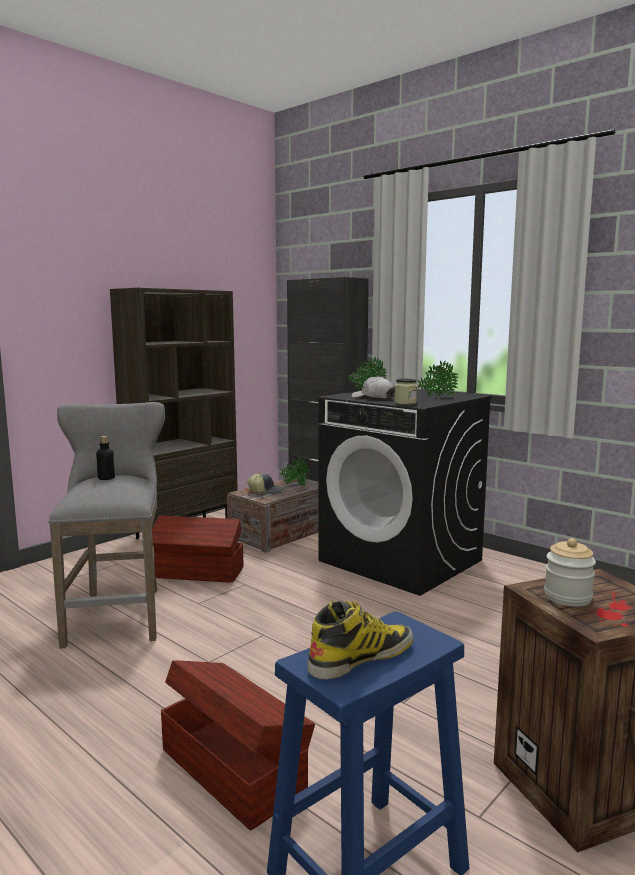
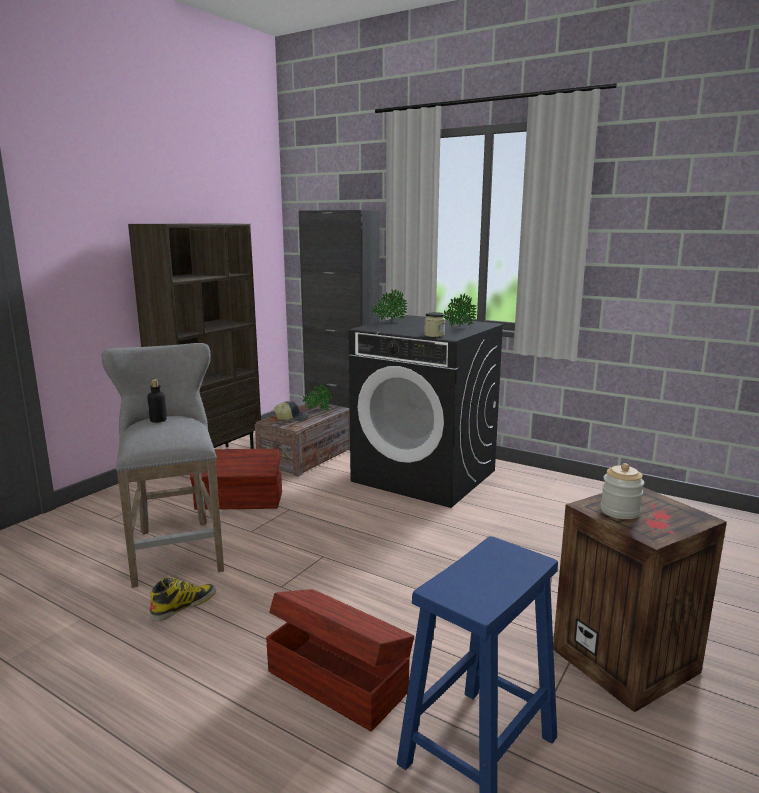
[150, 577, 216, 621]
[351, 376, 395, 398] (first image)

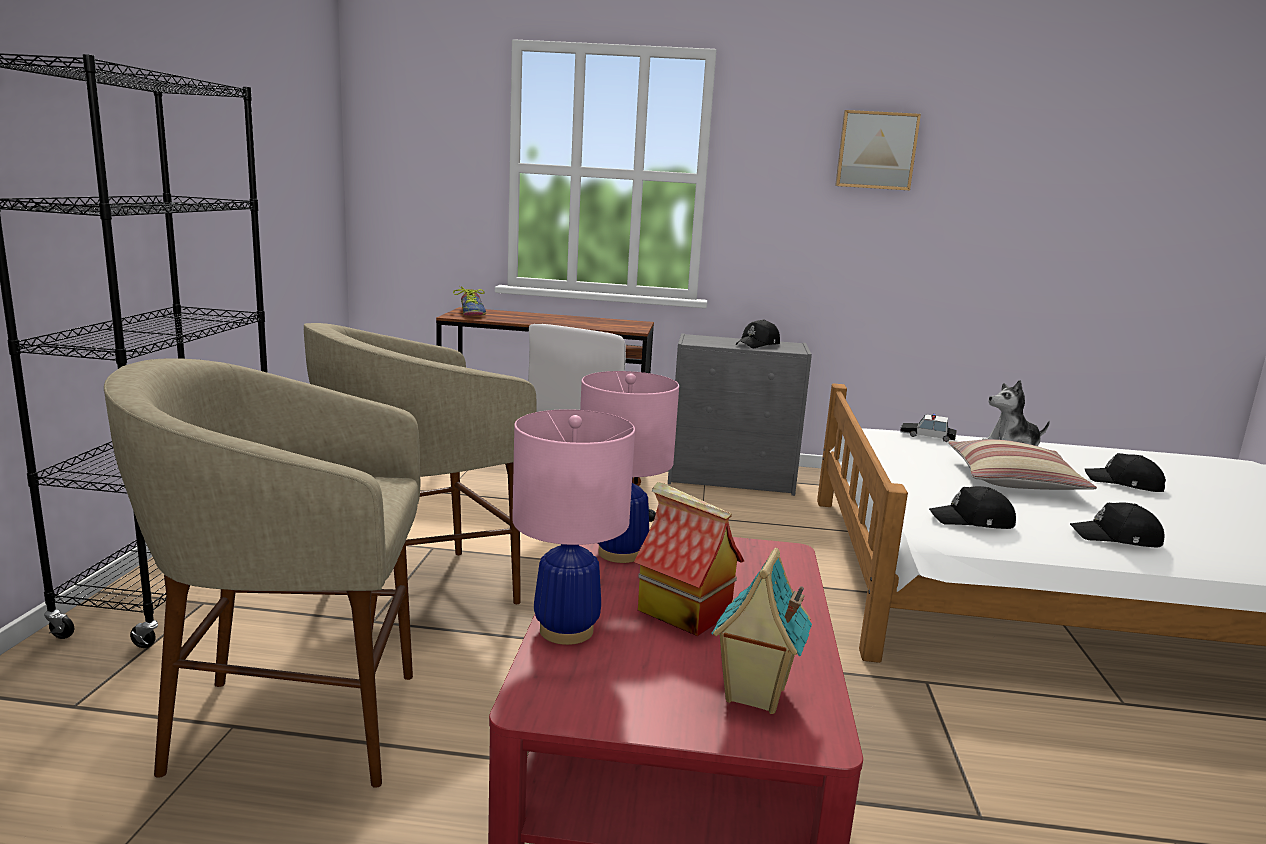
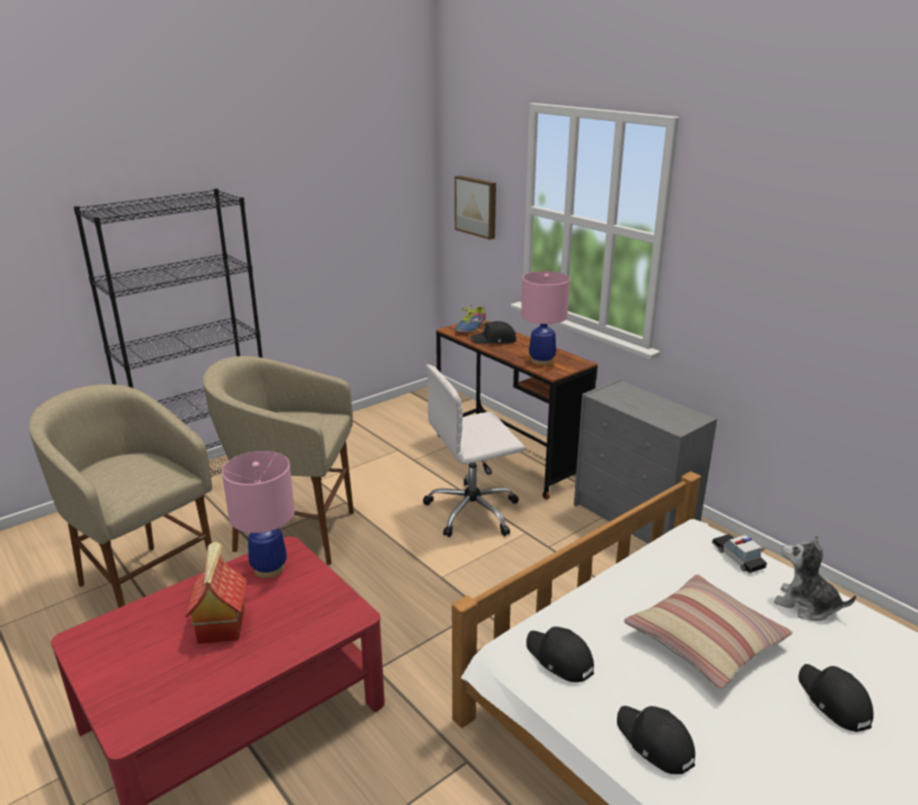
[521, 271, 570, 365]
[711, 548, 812, 714] (first image)
[470, 321, 516, 344]
[455, 175, 496, 240]

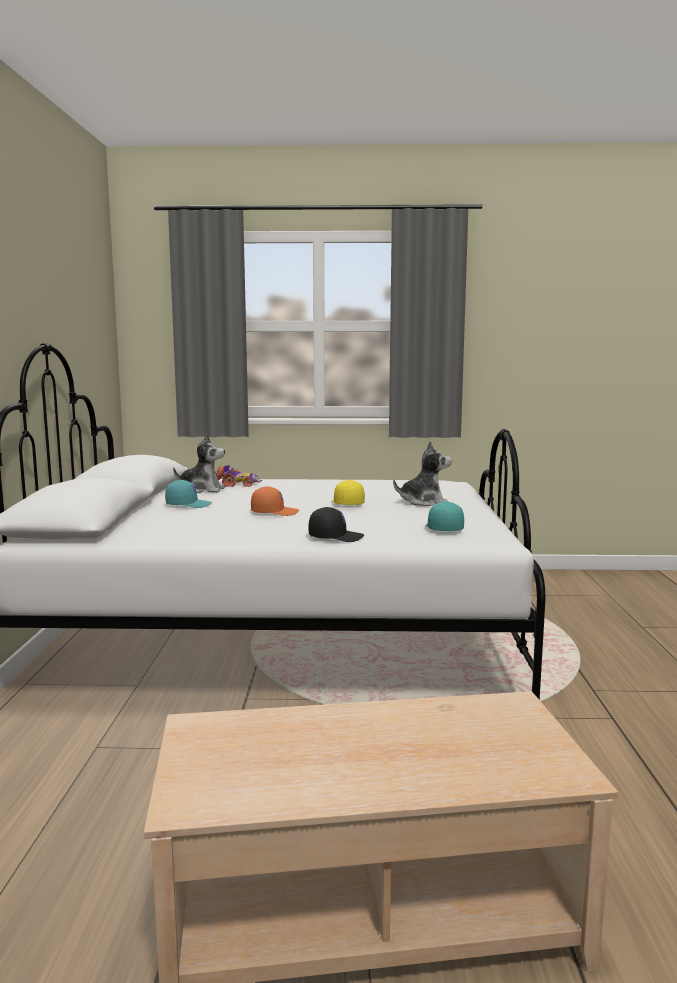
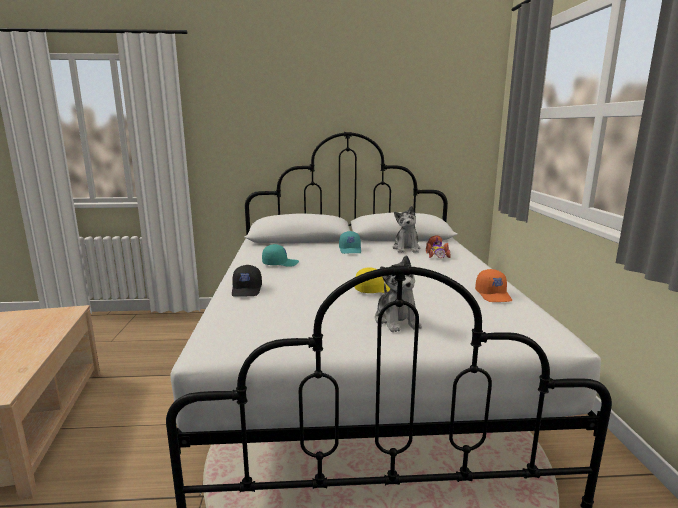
[475, 269, 512, 302]
[262, 244, 299, 267]

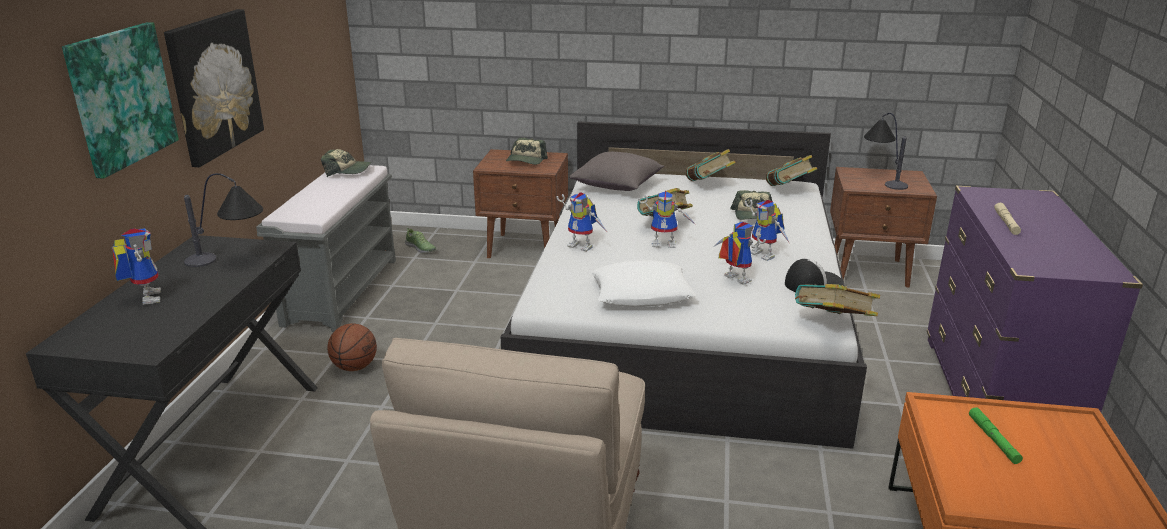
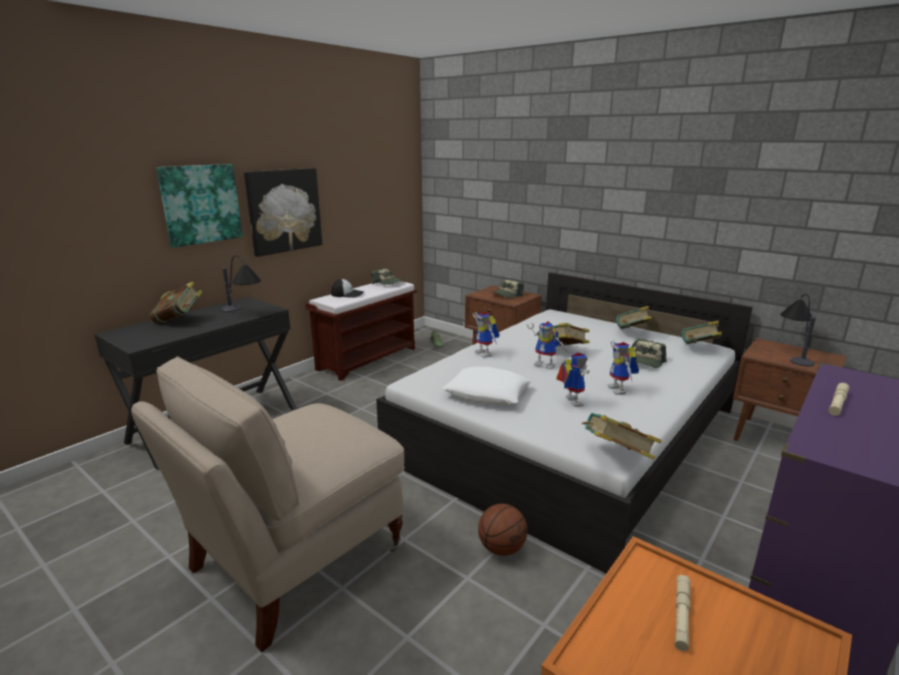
[149, 282, 202, 324]
[305, 281, 418, 381]
[478, 504, 527, 556]
[569, 152, 664, 191] (first image)
[331, 279, 364, 298]
[675, 575, 690, 651]

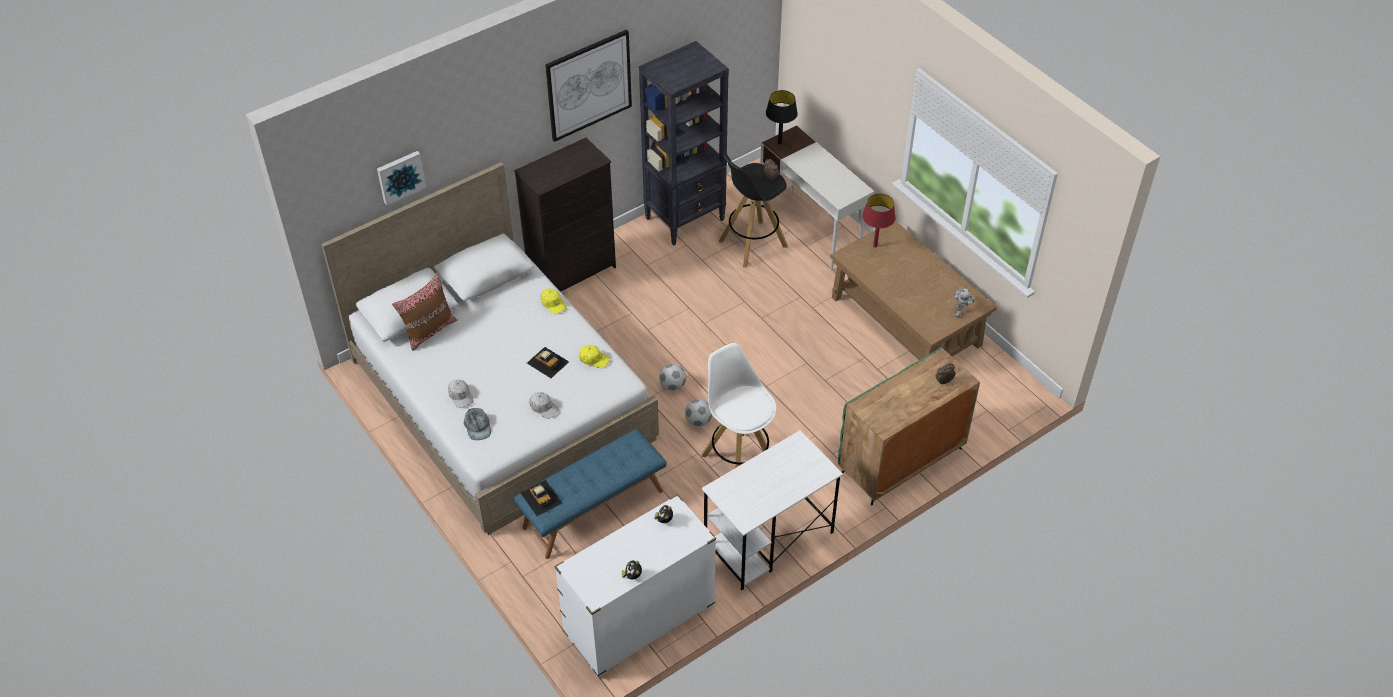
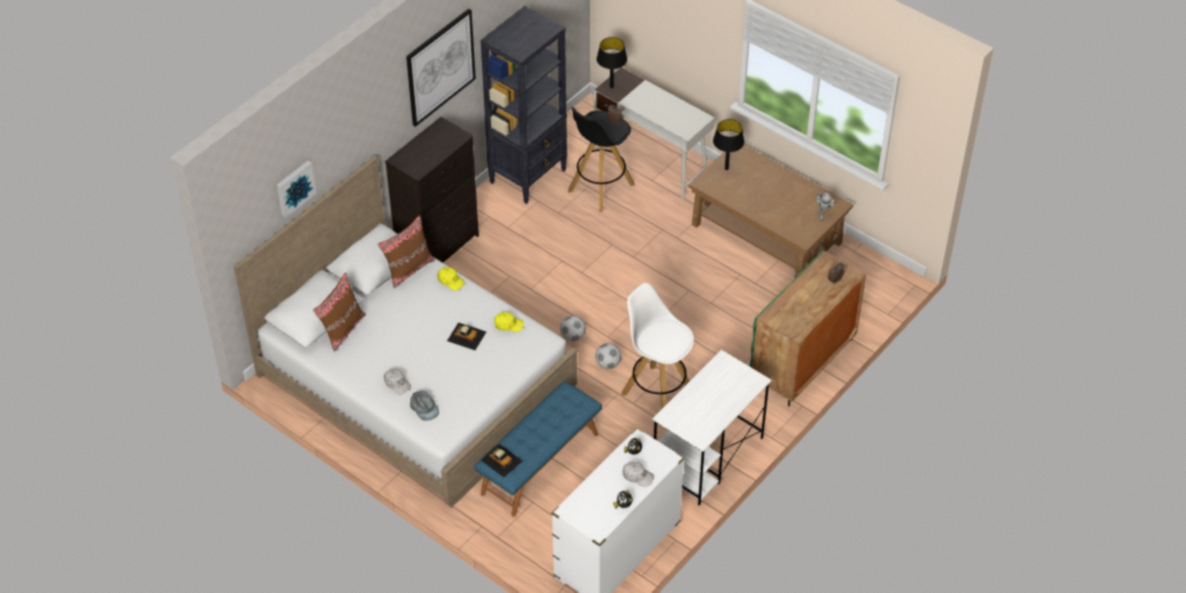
[622, 461, 654, 487]
[713, 119, 744, 170]
[378, 215, 435, 288]

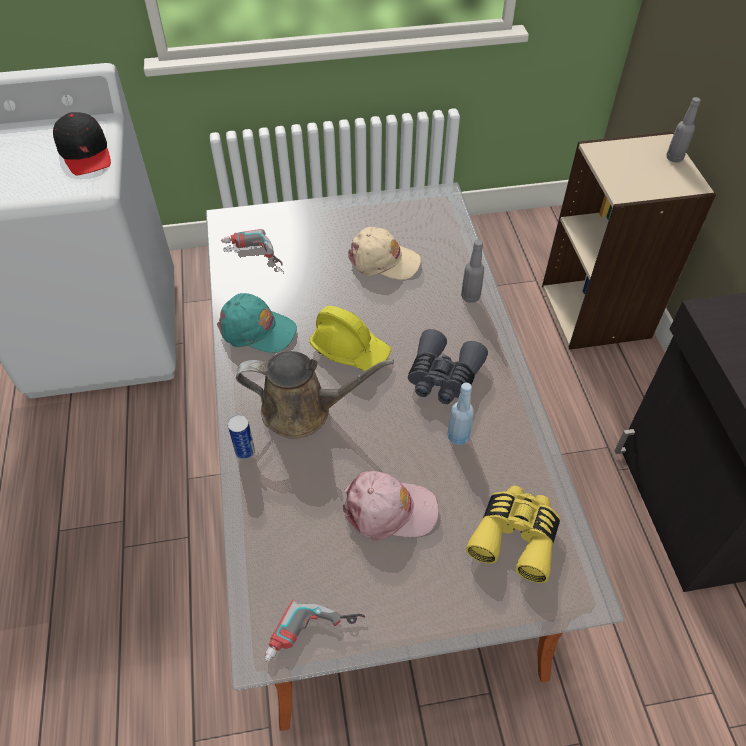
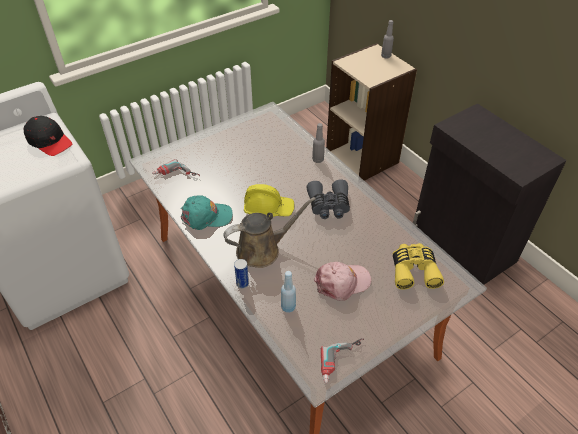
[348, 227, 421, 280] (first image)
[281, 271, 296, 313]

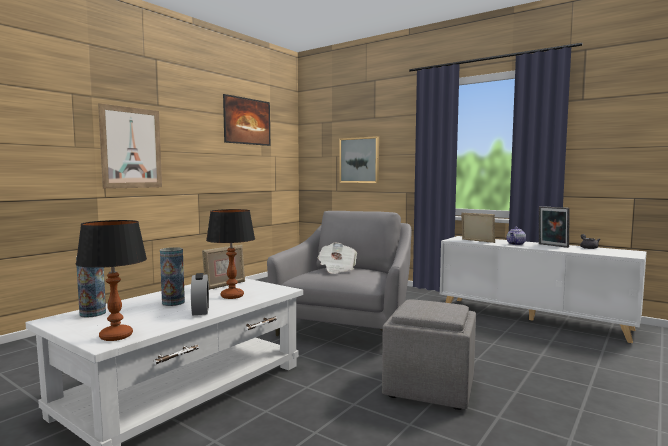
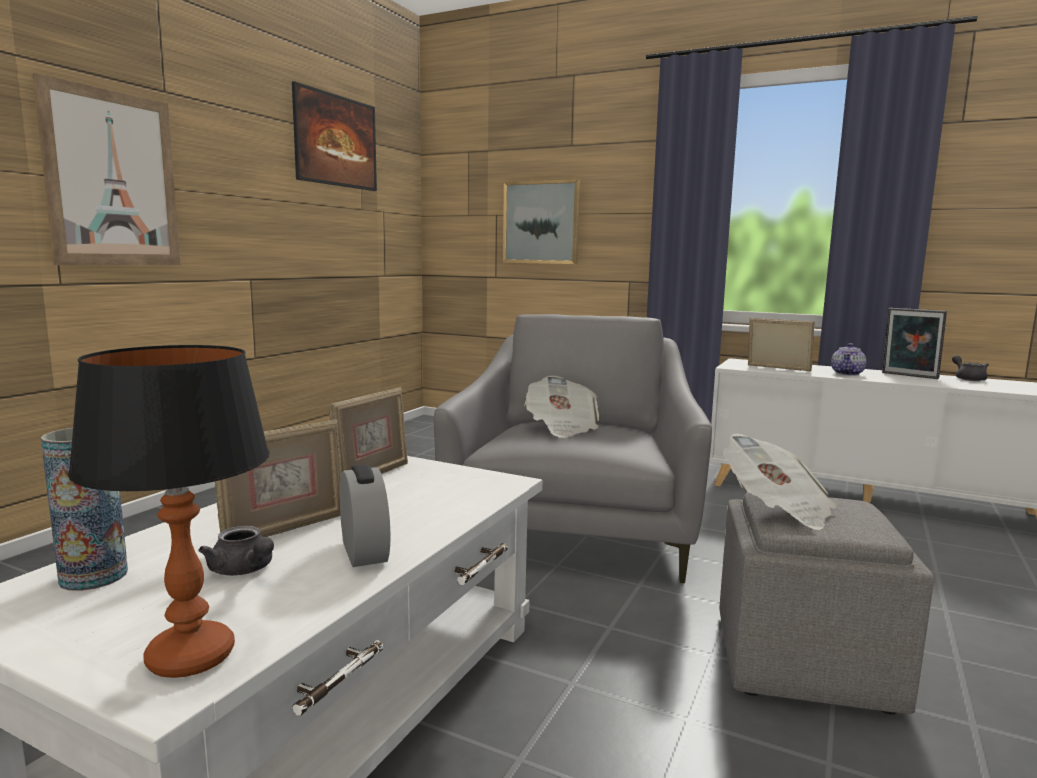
[215, 418, 341, 537]
[206, 209, 255, 299] (first image)
[198, 526, 274, 576]
[723, 434, 837, 530]

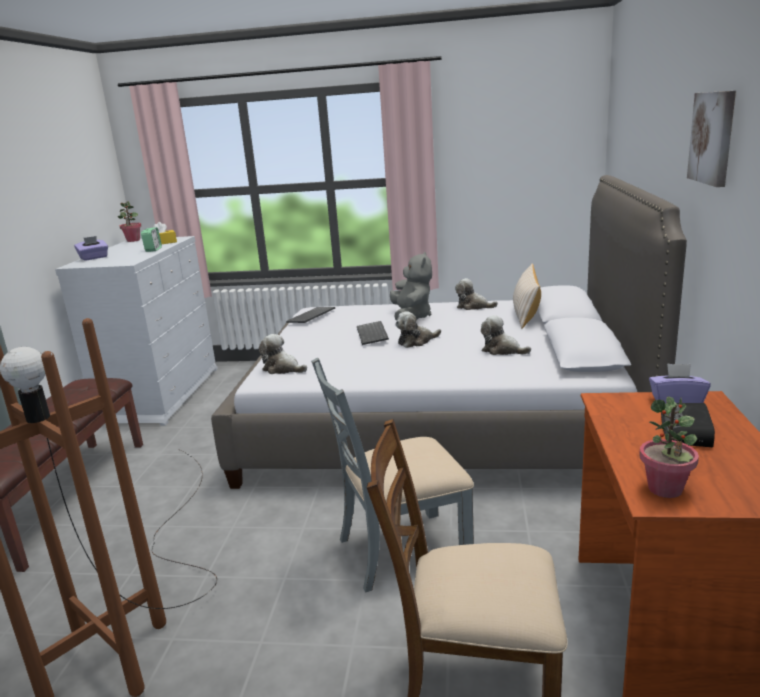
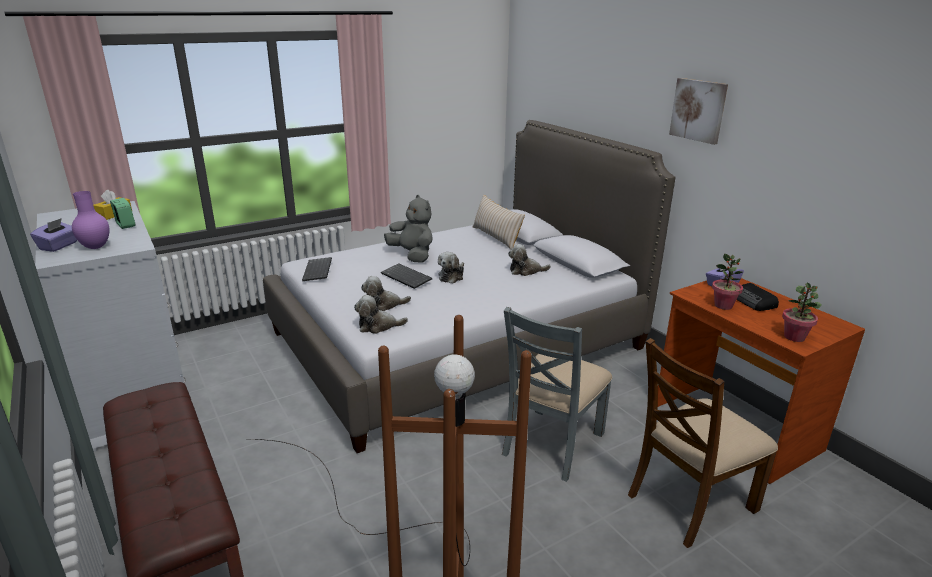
[712, 254, 743, 310]
[361, 276, 411, 311]
[72, 191, 110, 249]

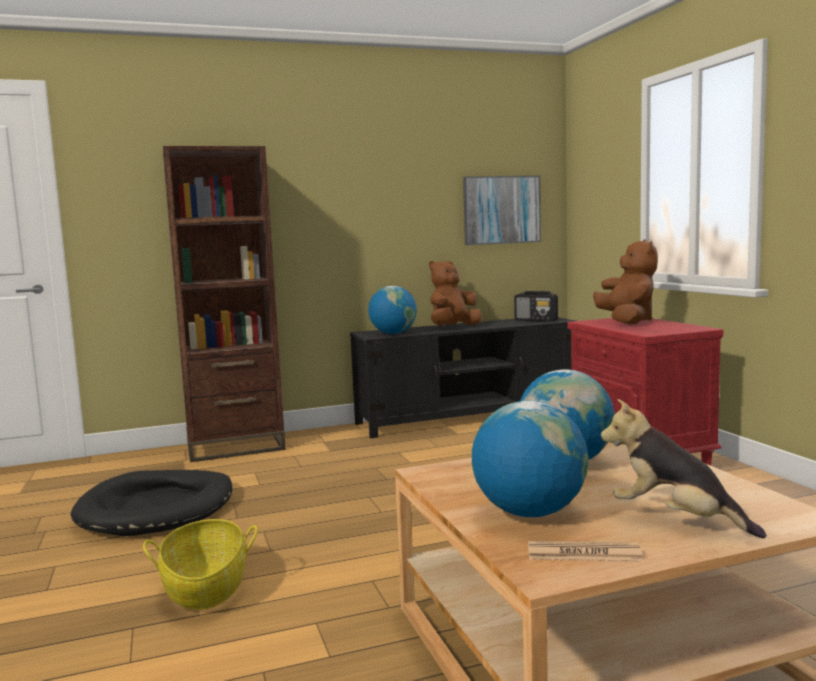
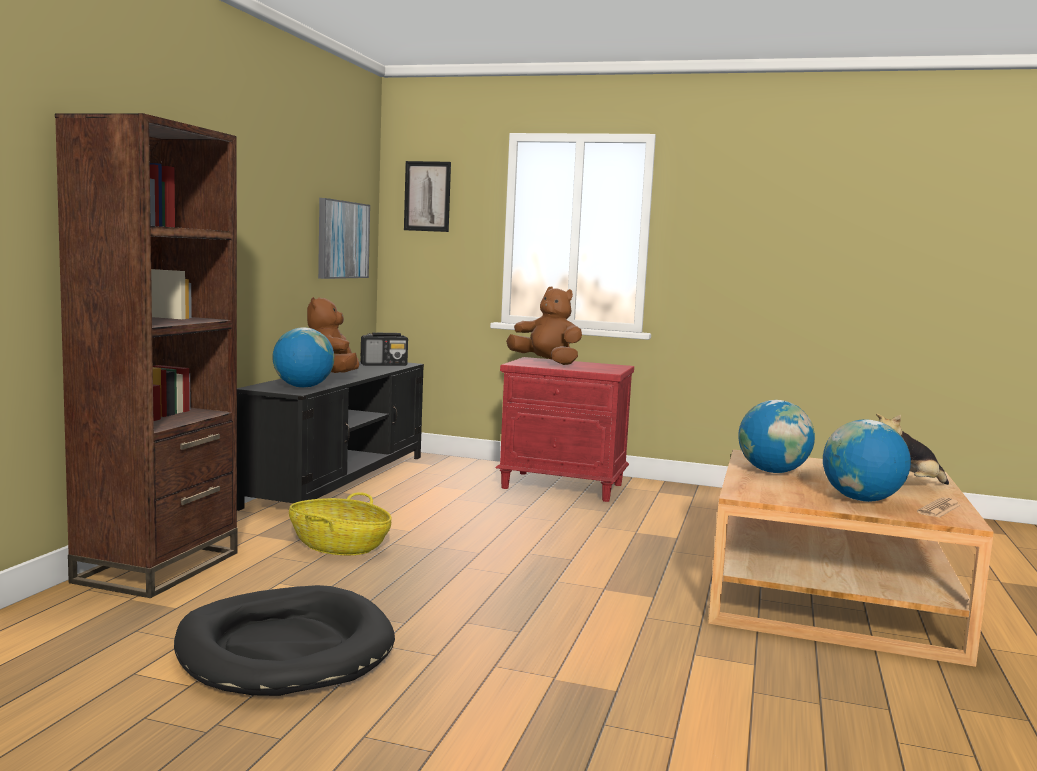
[289, 492, 392, 555]
[404, 161, 451, 232]

